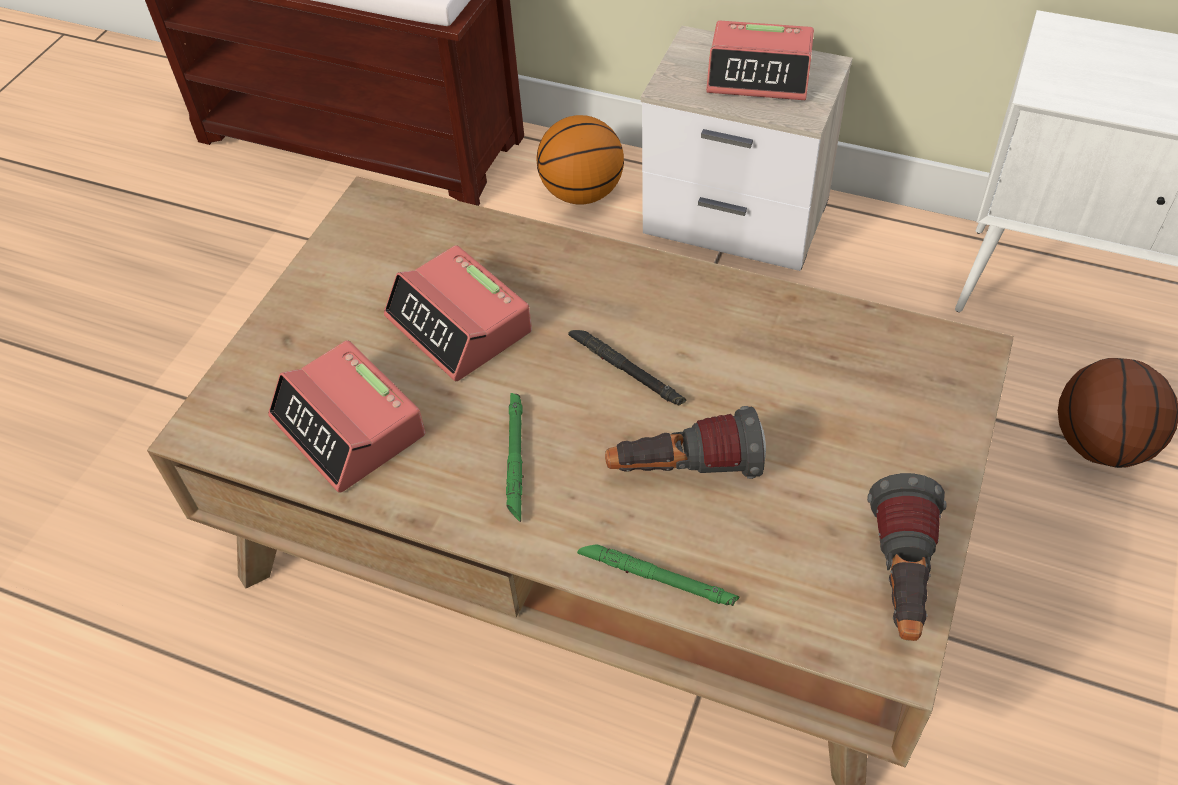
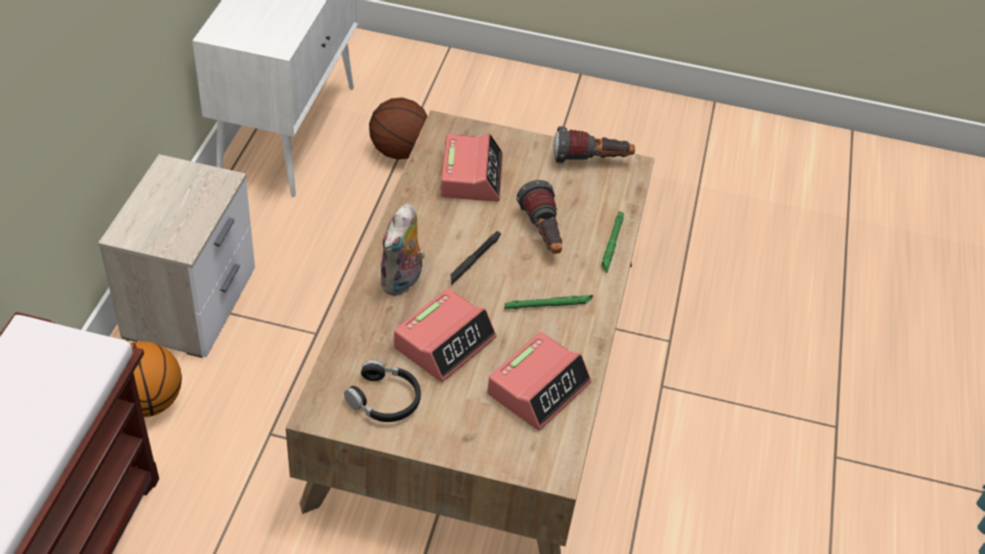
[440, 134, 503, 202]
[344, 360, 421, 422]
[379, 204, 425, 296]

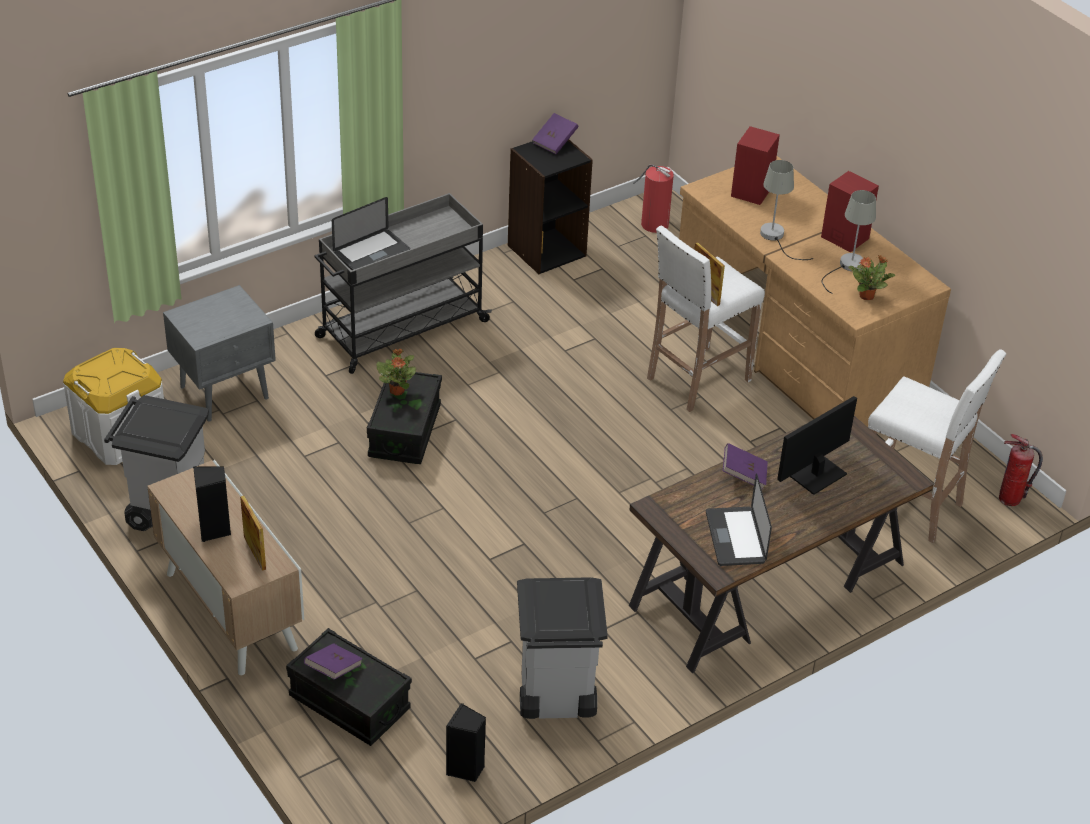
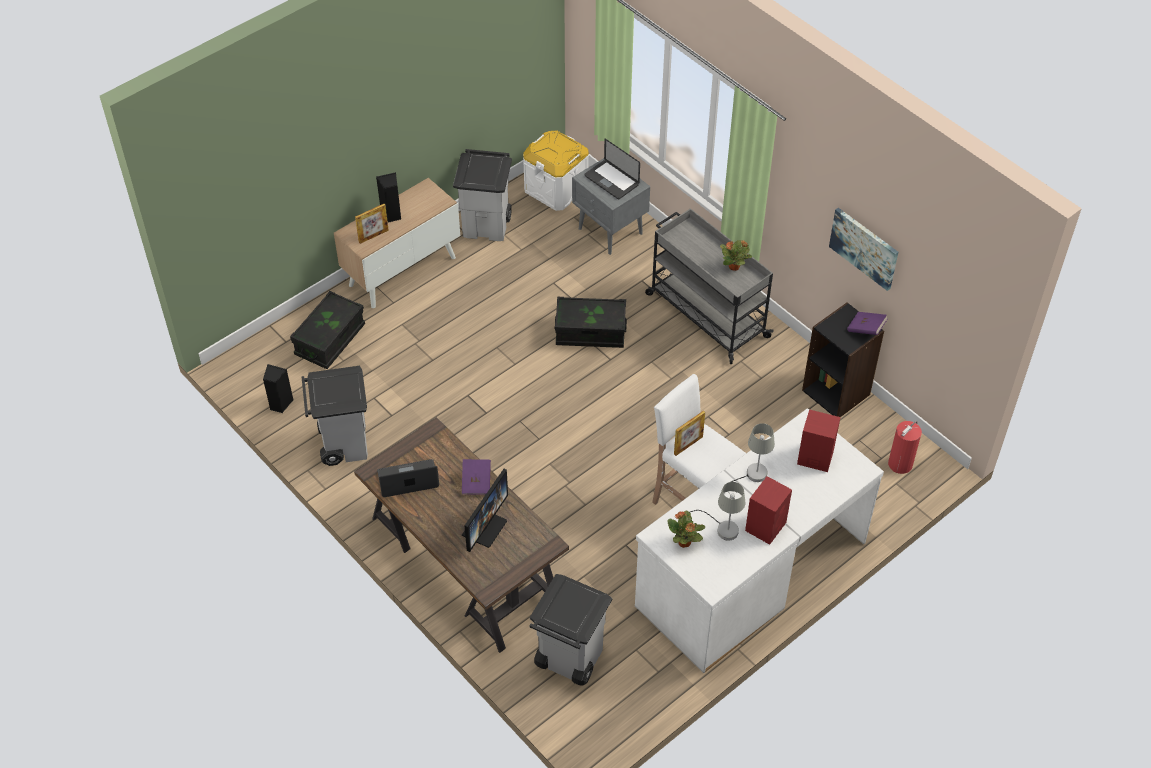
[304, 643, 363, 680] (first image)
[584, 139, 640, 200]
[720, 240, 752, 271]
[635, 408, 884, 673]
[462, 469, 508, 552]
[530, 574, 612, 686]
[999, 434, 1043, 506] (first image)
[829, 208, 898, 291]

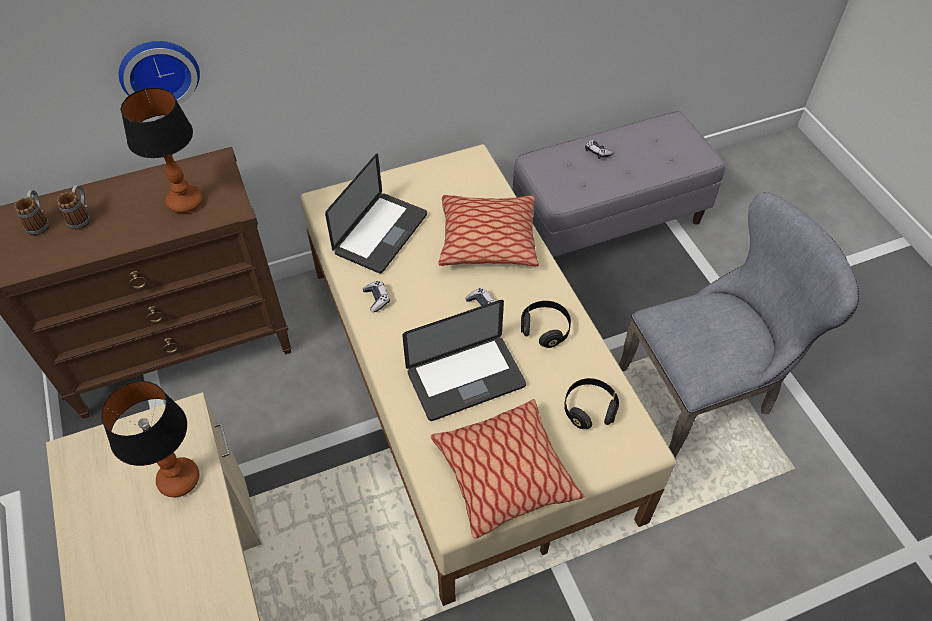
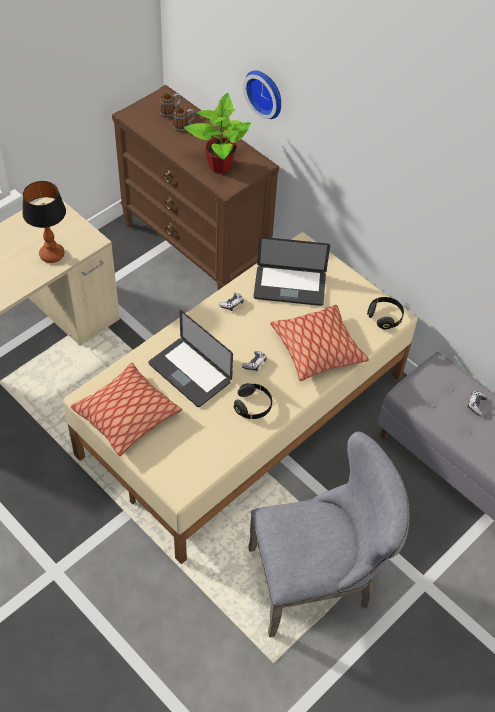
[184, 93, 251, 173]
[367, 297, 404, 329]
[248, 431, 409, 637]

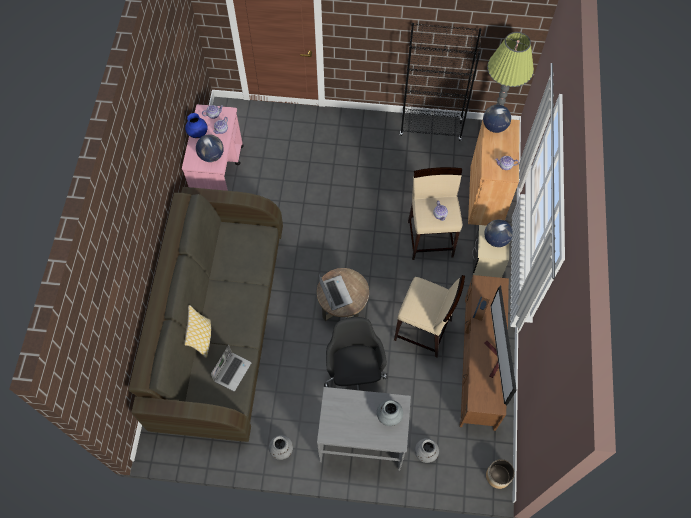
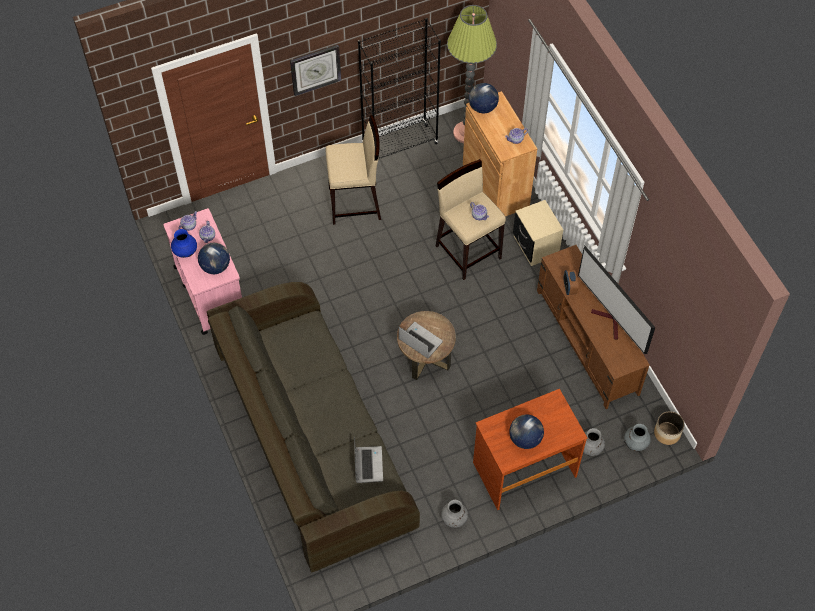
[184, 305, 211, 358] (first image)
[473, 389, 587, 510]
[324, 317, 388, 390] (first image)
[624, 424, 651, 451]
[326, 115, 381, 225]
[509, 414, 544, 449]
[290, 45, 341, 96]

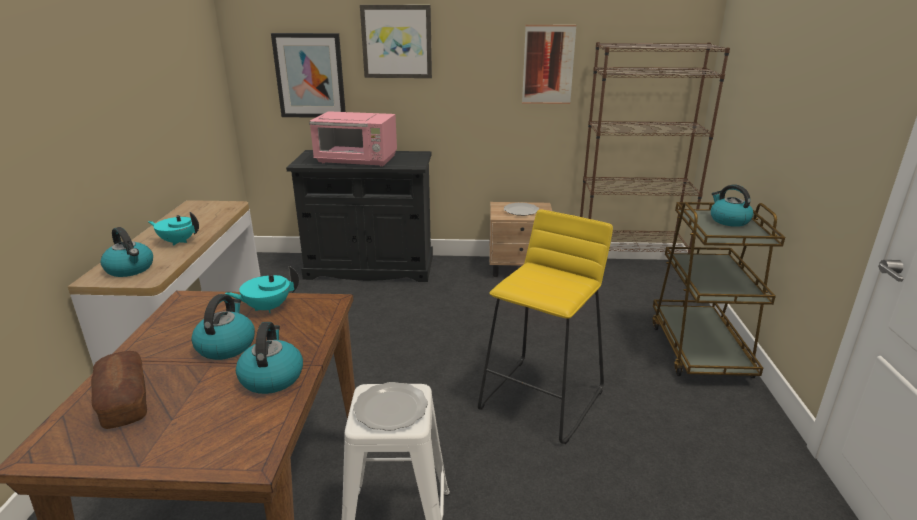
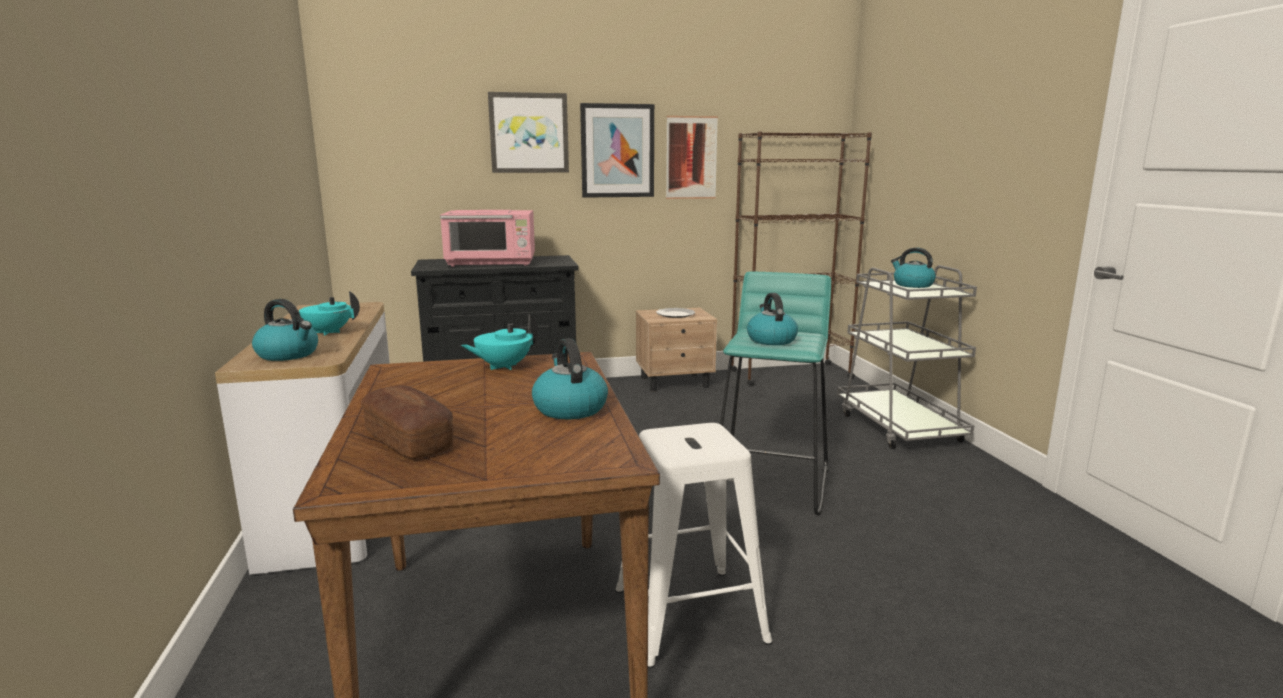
[747, 293, 798, 345]
[580, 103, 654, 198]
[353, 382, 428, 431] (first image)
[720, 272, 831, 516]
[837, 265, 977, 449]

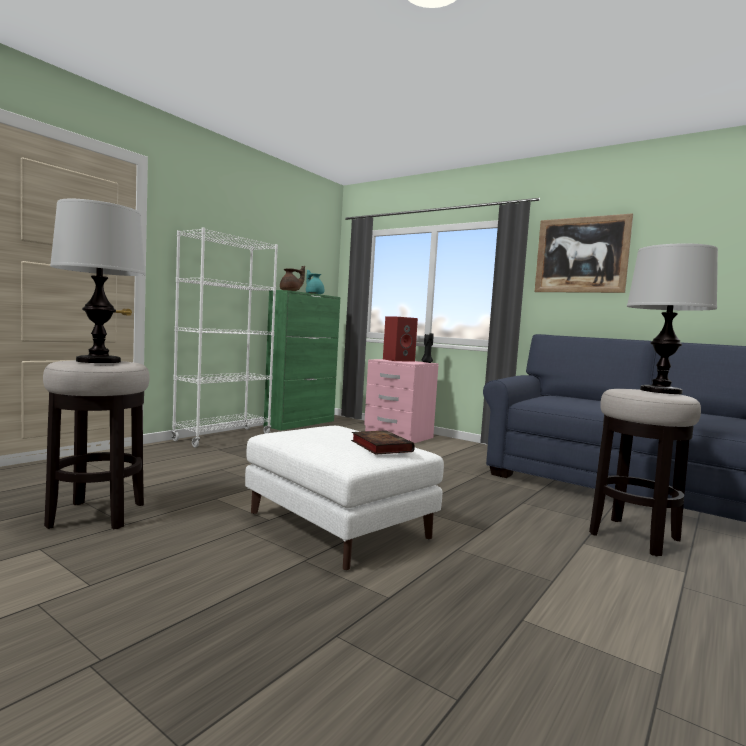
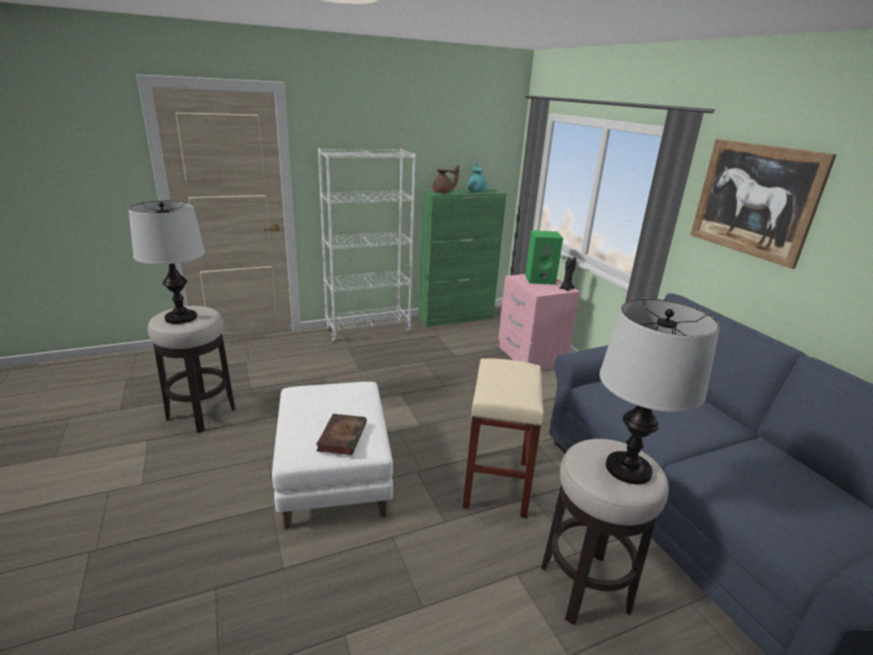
[525, 230, 563, 285]
[462, 359, 544, 518]

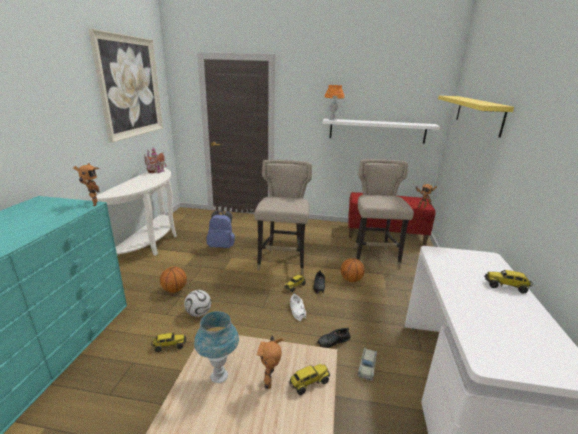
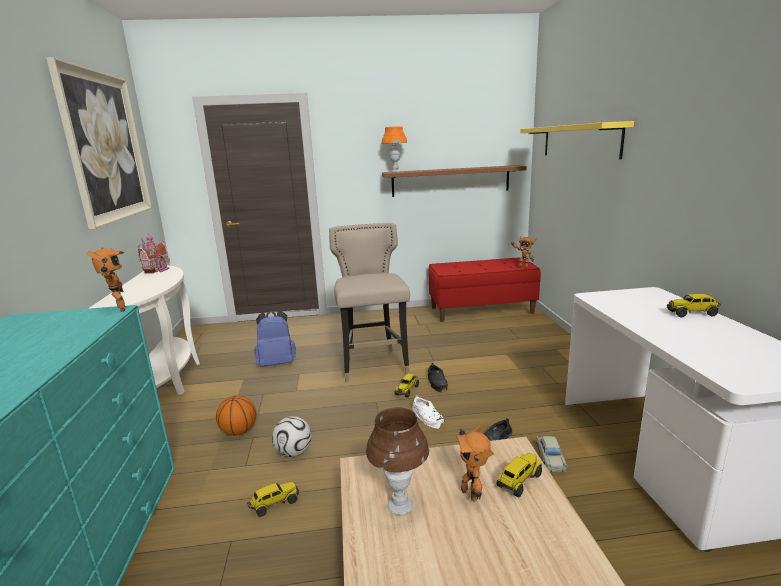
[366, 407, 429, 515]
[382, 165, 527, 197]
[341, 258, 365, 282] (first image)
[354, 159, 414, 269] (first image)

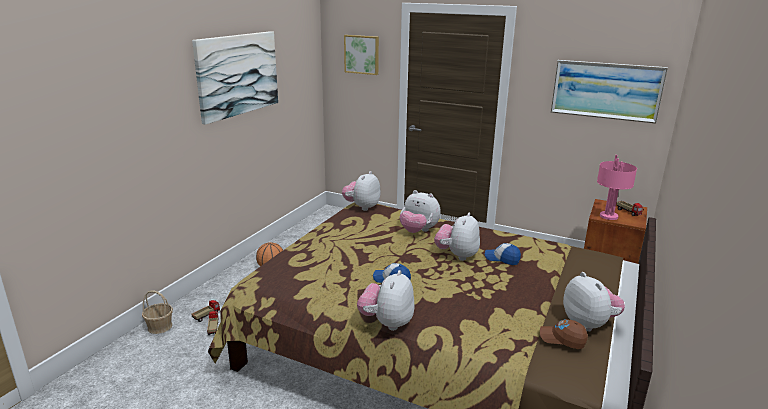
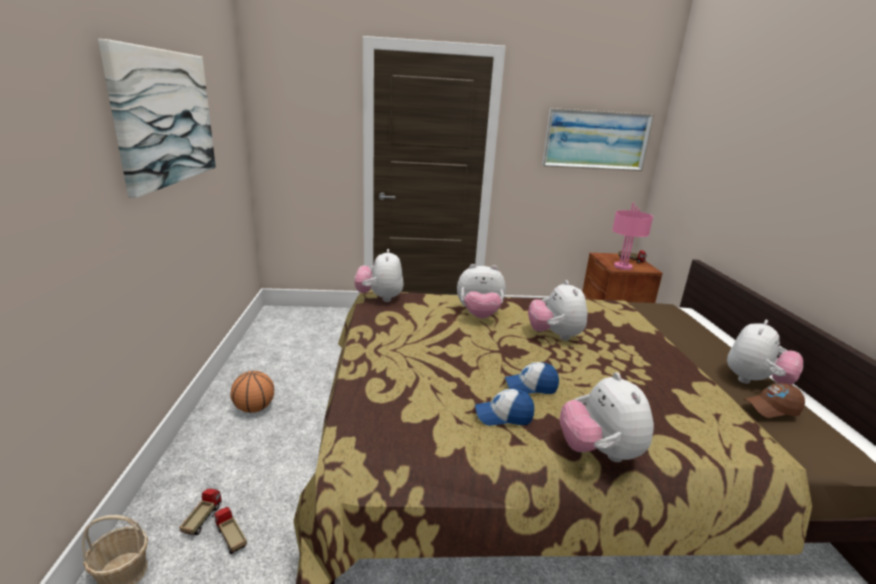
[344, 35, 379, 75] (first image)
[475, 389, 534, 426]
[727, 320, 803, 385]

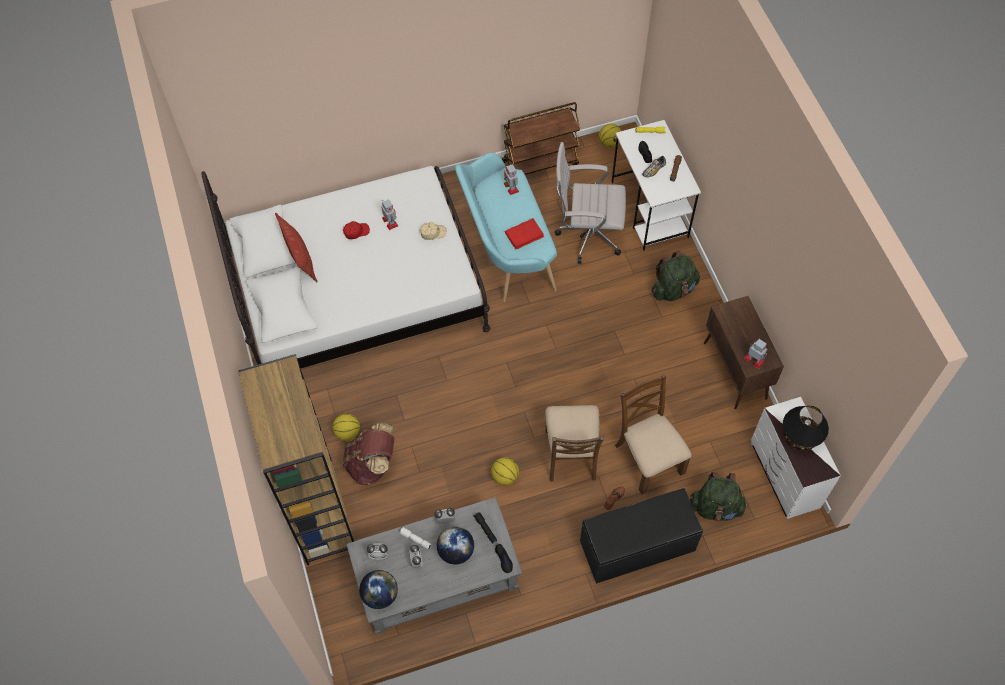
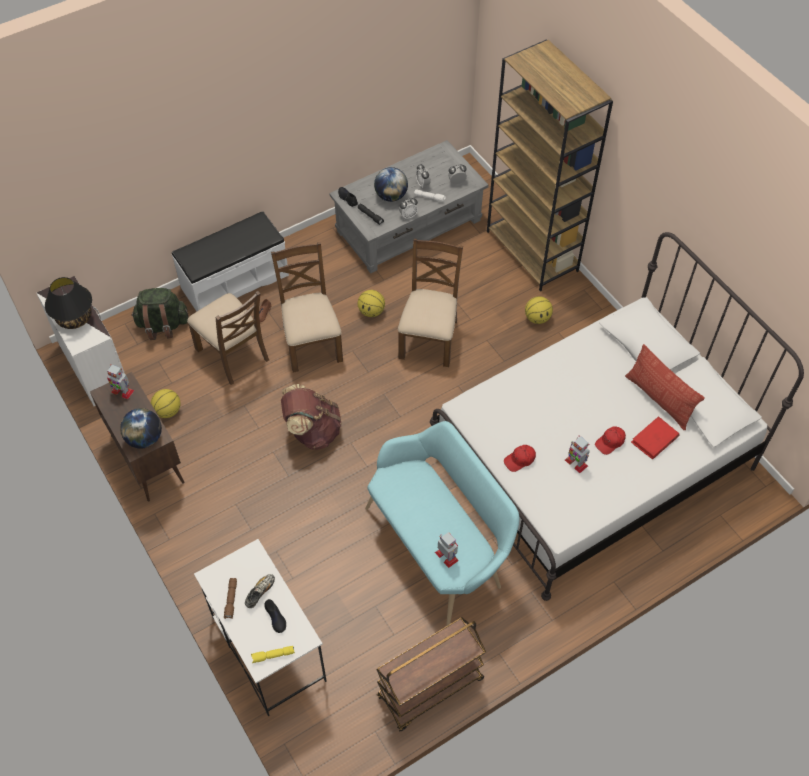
[281, 384, 342, 450]
[120, 408, 162, 449]
[504, 445, 536, 472]
[631, 416, 680, 459]
[555, 142, 626, 264] (first image)
[172, 211, 289, 311]
[151, 389, 181, 418]
[651, 251, 700, 301] (first image)
[398, 238, 463, 367]

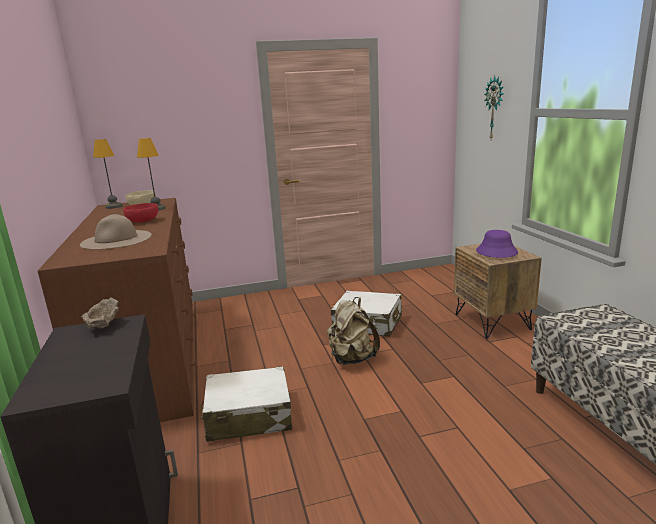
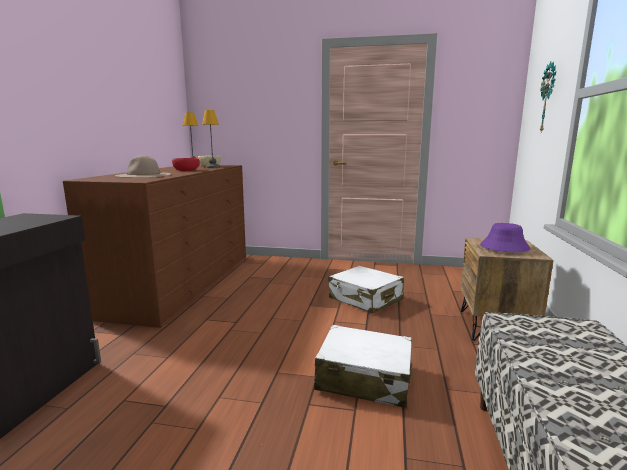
[81, 297, 119, 329] (first image)
[314, 325, 412, 408]
[327, 297, 380, 365] (first image)

